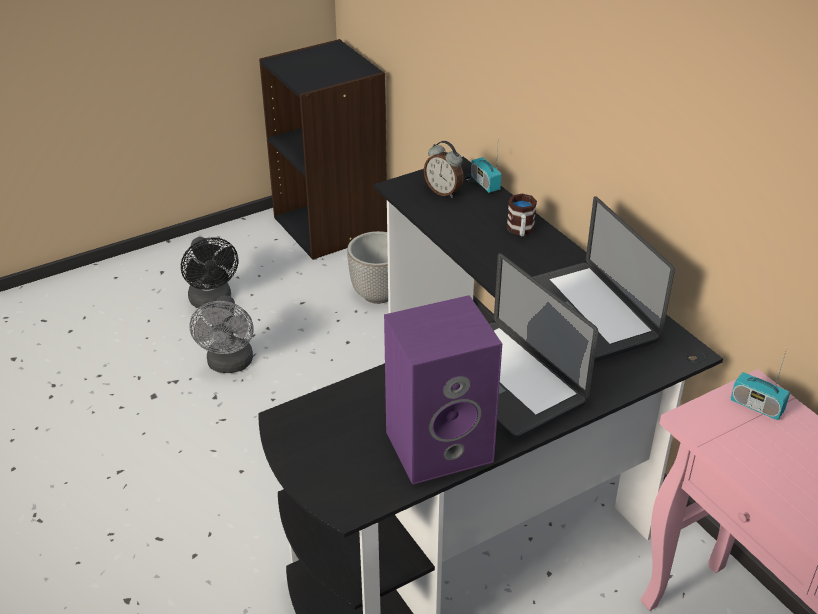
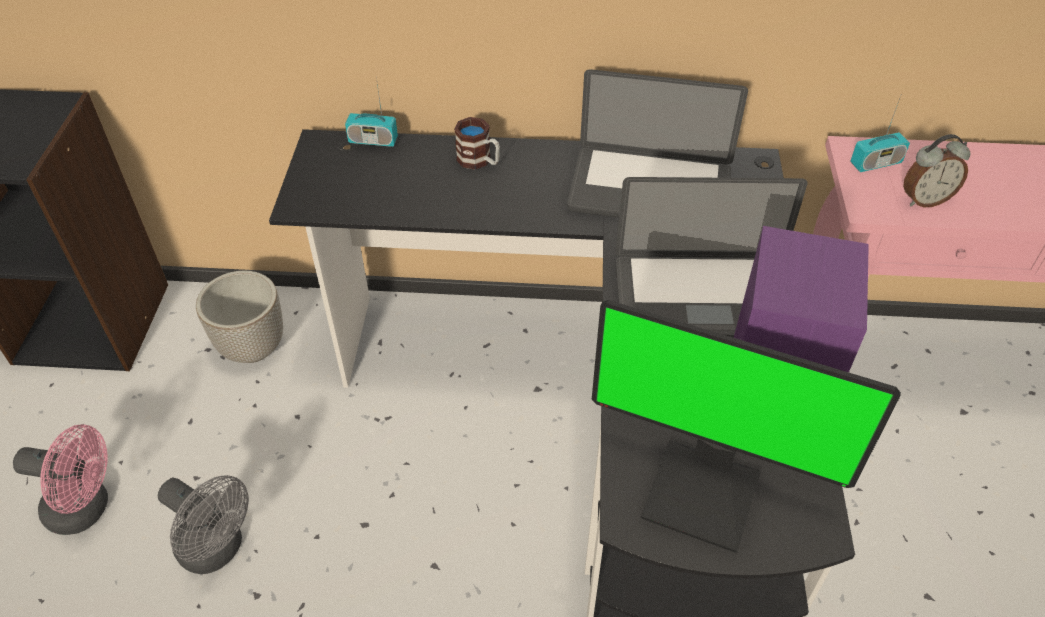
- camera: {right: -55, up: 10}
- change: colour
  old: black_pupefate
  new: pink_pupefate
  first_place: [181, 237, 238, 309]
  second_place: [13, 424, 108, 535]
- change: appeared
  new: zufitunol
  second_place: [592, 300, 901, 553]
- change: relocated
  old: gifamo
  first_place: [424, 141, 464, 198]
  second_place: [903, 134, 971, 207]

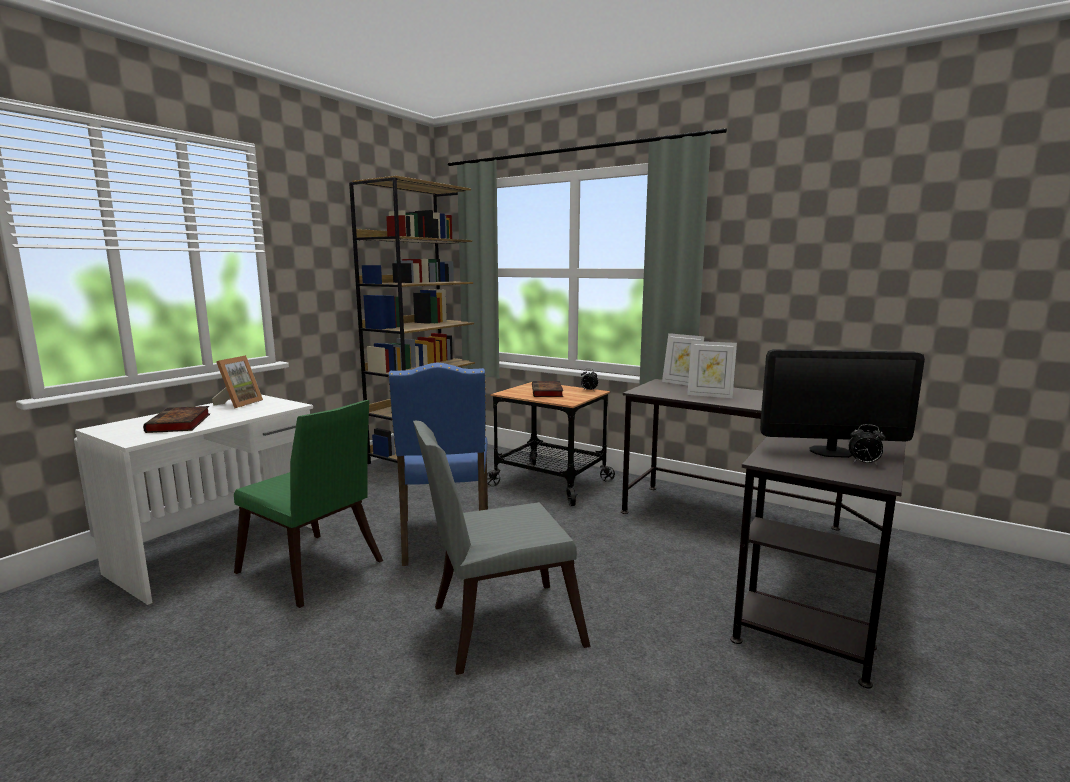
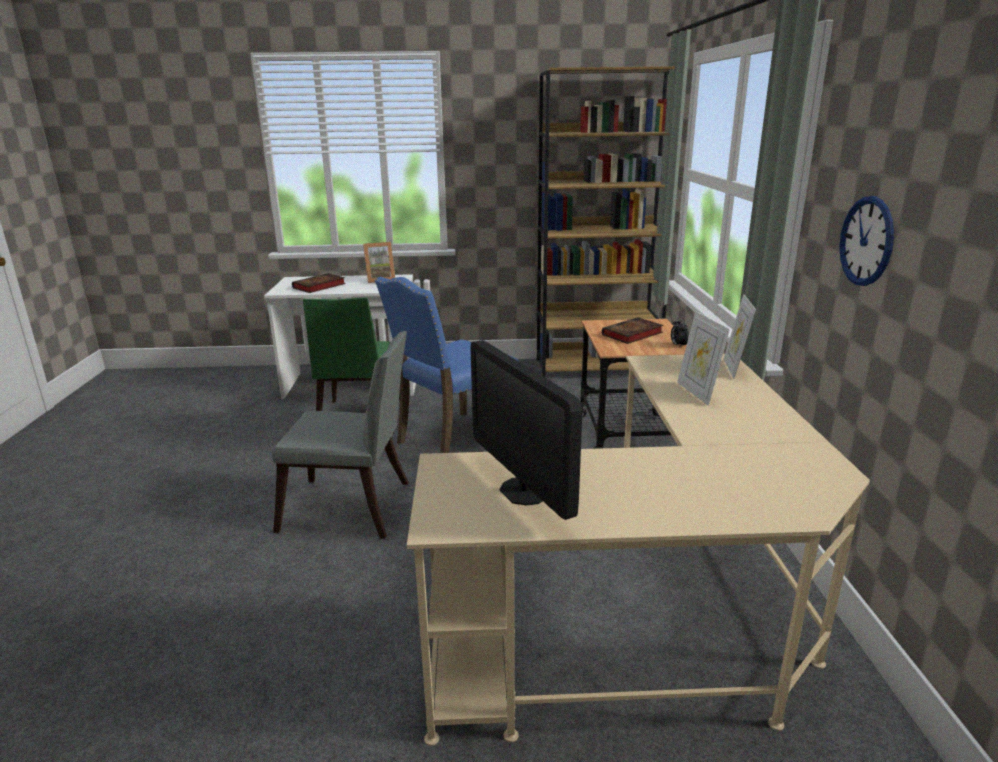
- camera: {right: 55, up: 10}
- change: spun
  old: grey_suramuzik
  first_place: [413, 420, 590, 675]
  second_place: [272, 331, 409, 539]
  degrees: 150
- change: colour
  old: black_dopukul
  new: beige_dopukul
  first_place: [621, 379, 906, 688]
  second_place: [407, 354, 870, 746]
- change: appeared
  new: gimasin
  second_place: [839, 196, 894, 286]
- change: missing
  old: gifamo
  first_place: [849, 424, 886, 465]

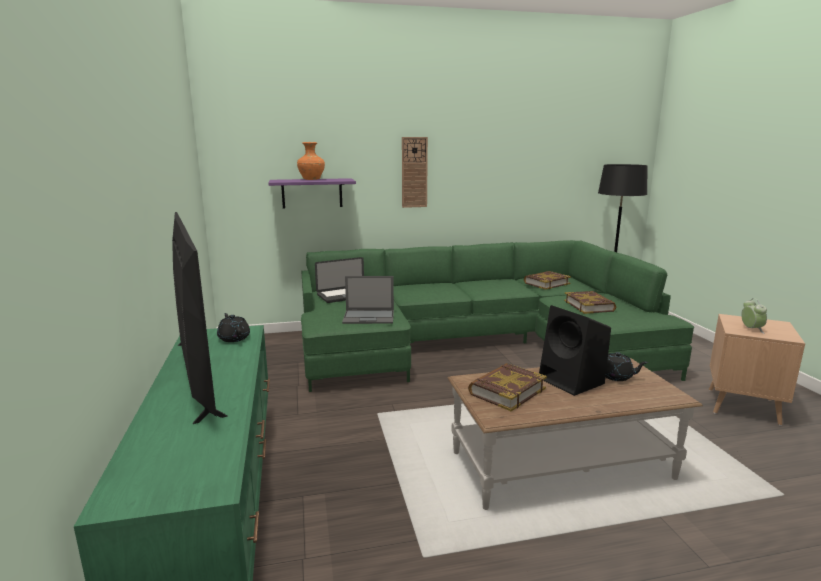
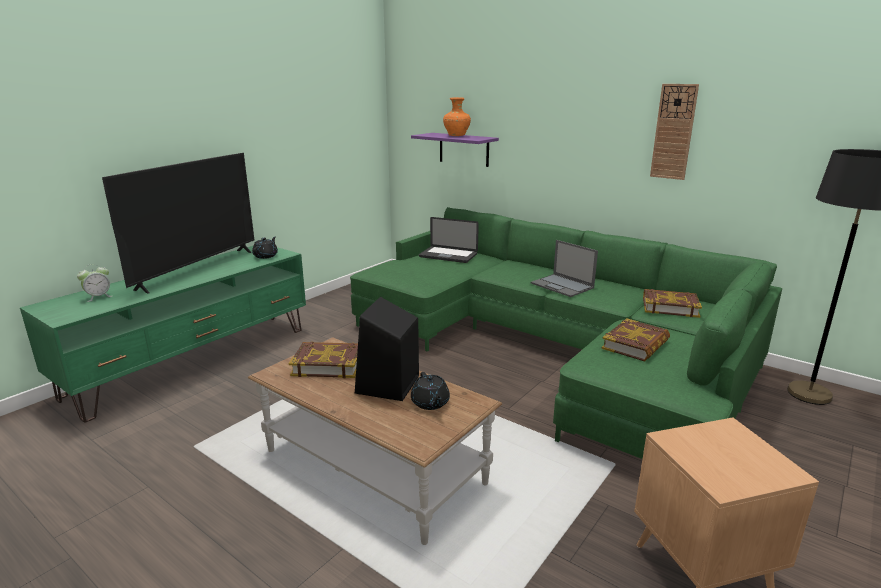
- camera: {right: 50, up: 5}
- change: relocated
  old: gifamo
  first_place: [741, 298, 767, 334]
  second_place: [77, 264, 112, 302]
- change: relocated
  old: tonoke
  first_place: [342, 276, 394, 324]
  second_place: [531, 240, 598, 297]
- change: relocated
  old: gimasin
  first_place: [402, 137, 428, 208]
  second_place: [650, 84, 699, 180]

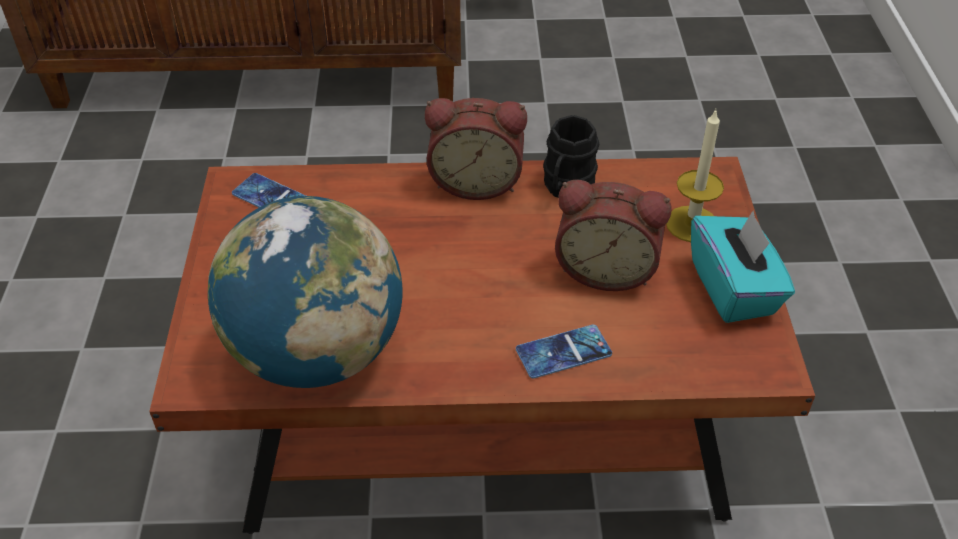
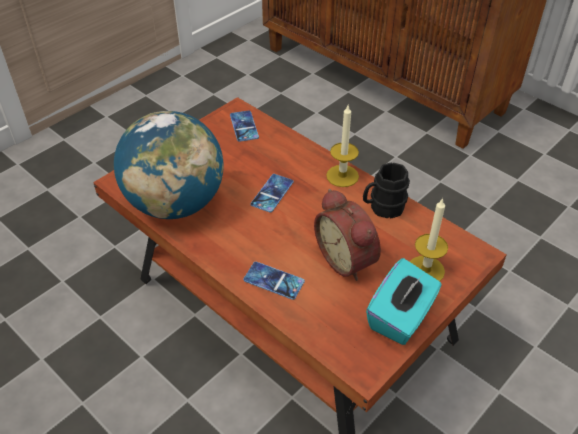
- camera: {right: 45, up: 0}
- change: appeared
  new: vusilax
  second_place: [250, 174, 293, 213]
- change: exchanged
  old: gifamo
  new: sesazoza
  first_place: [425, 98, 527, 200]
  second_place: [326, 105, 359, 187]

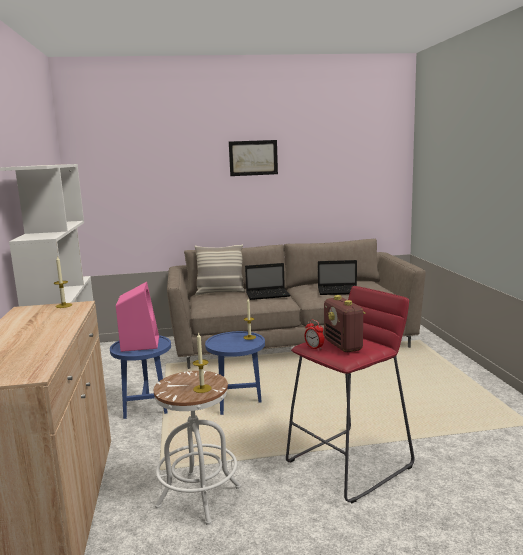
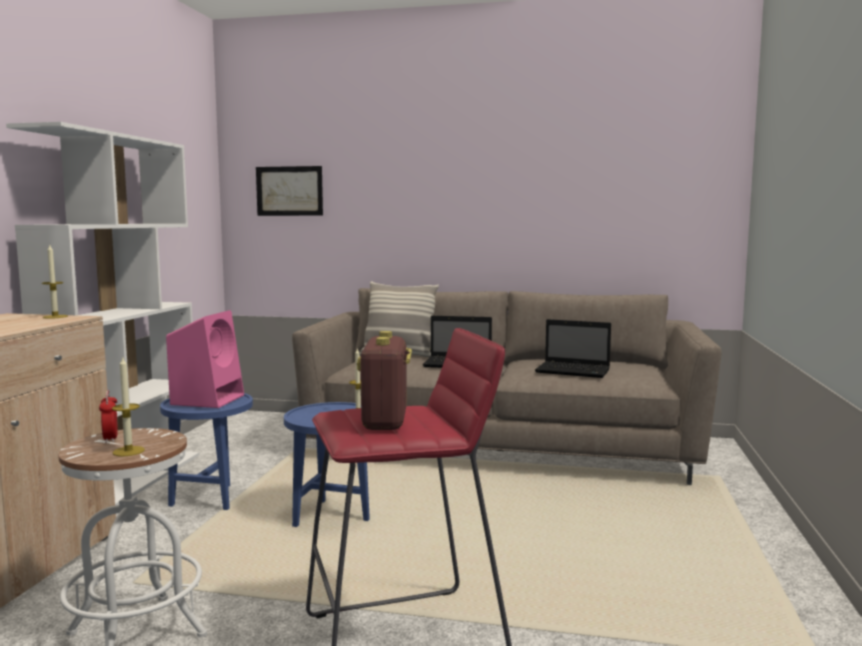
- camera: {right: 20, up: -5}
- change: relocated
  old: gifamo
  first_place: [304, 320, 324, 350]
  second_place: [99, 390, 118, 443]
- change: relocated
  old: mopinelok
  first_place: [229, 140, 278, 176]
  second_place: [256, 166, 323, 216]

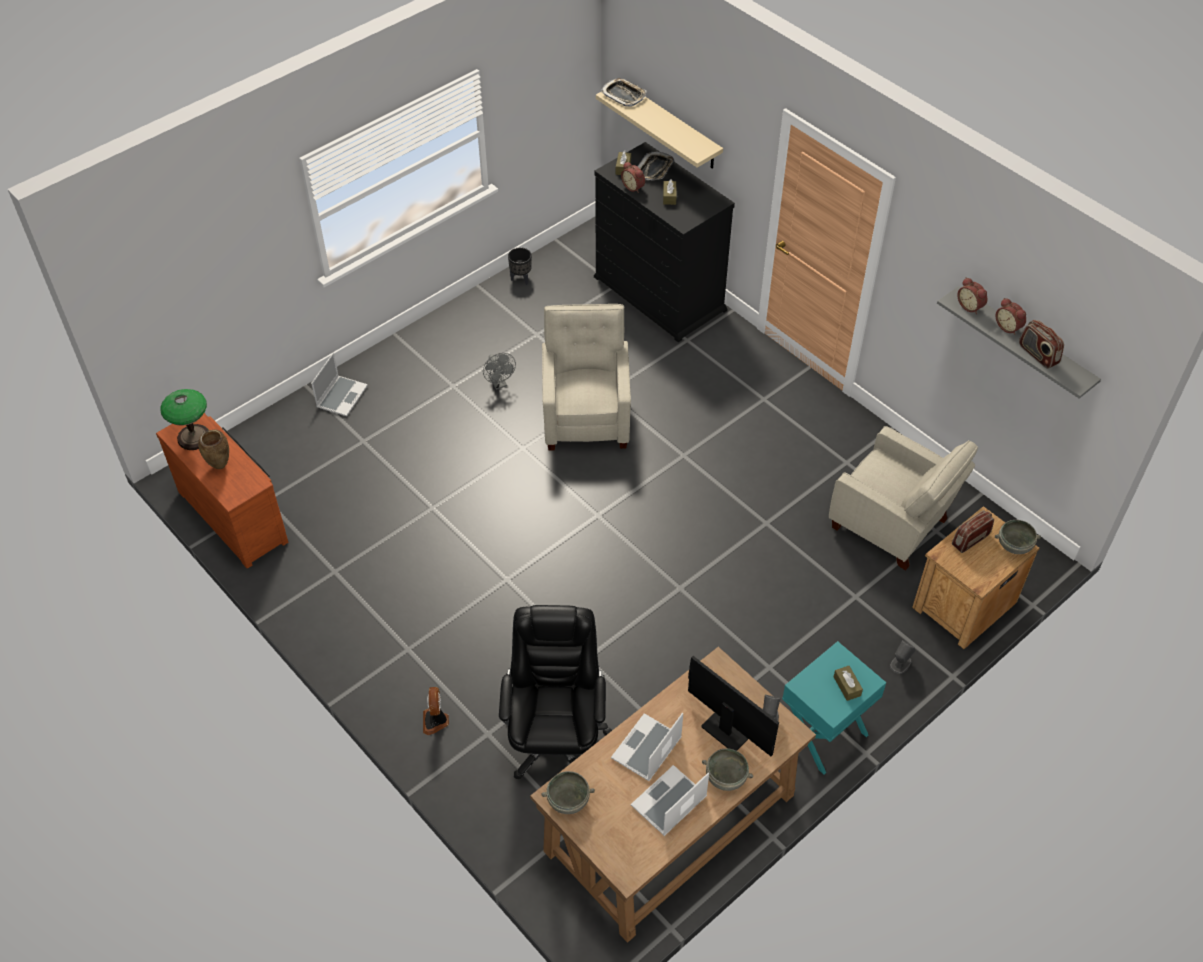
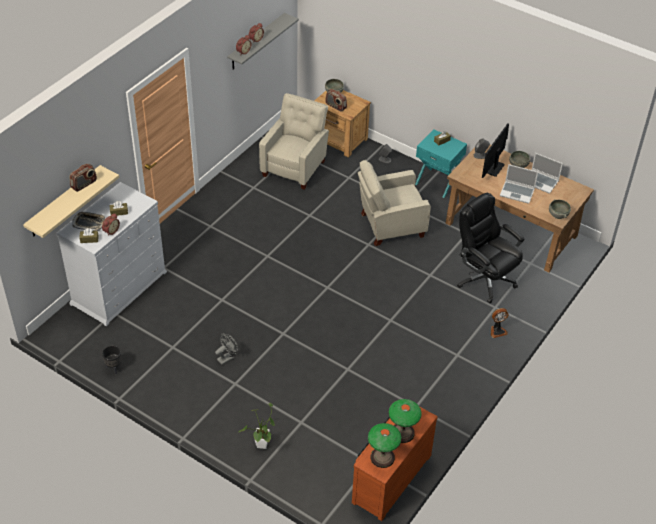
- camera: {right: -105, up: -5}
- change: colour
  old: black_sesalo
  new: white_sesalo
  first_place: [594, 142, 735, 343]
  second_place: [56, 182, 167, 326]
- change: relocated
  old: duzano
  first_place: [1019, 320, 1064, 369]
  second_place: [70, 164, 97, 192]
- change: exchanged
  old: tonoke
  new: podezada
  first_place: [311, 353, 368, 416]
  second_place: [238, 403, 275, 449]
- change: relocated
  old: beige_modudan
  first_place: [542, 304, 631, 450]
  second_place: [358, 160, 431, 246]
- change: exchanged
  old: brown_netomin
  new: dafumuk
  first_place: [198, 429, 229, 469]
  second_place: [388, 399, 422, 443]
- change: spun
  old: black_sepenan
  first_place: [499, 605, 612, 779]
  second_place: [457, 193, 524, 303]
  degrees: 60
- change: missing
  old: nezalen
  first_place: [601, 78, 647, 107]

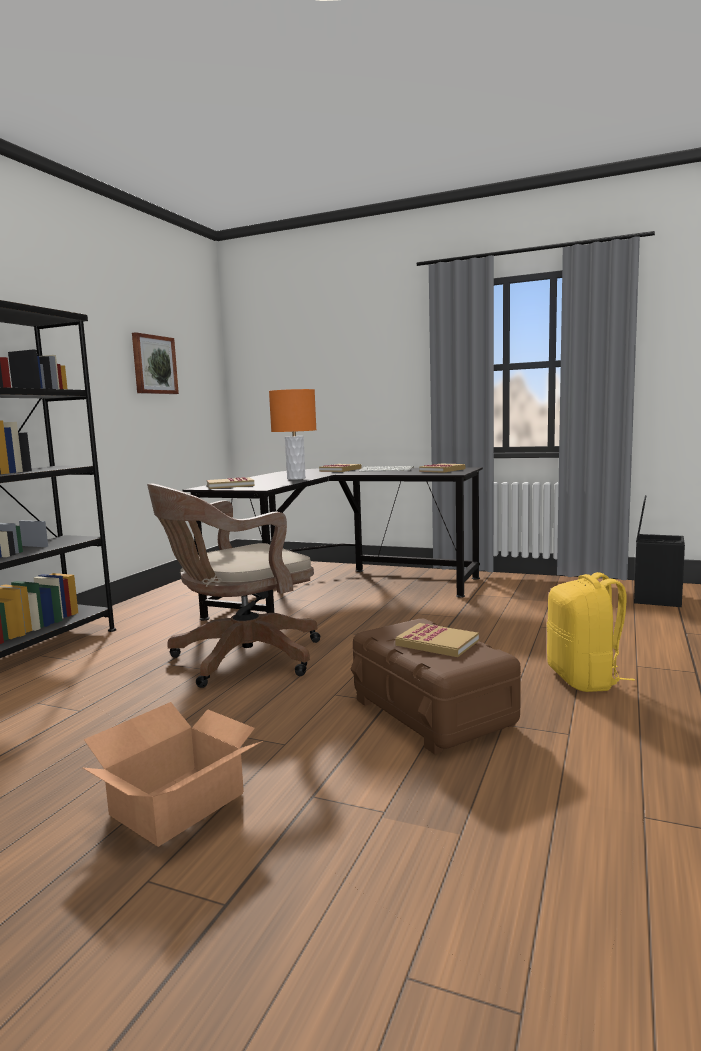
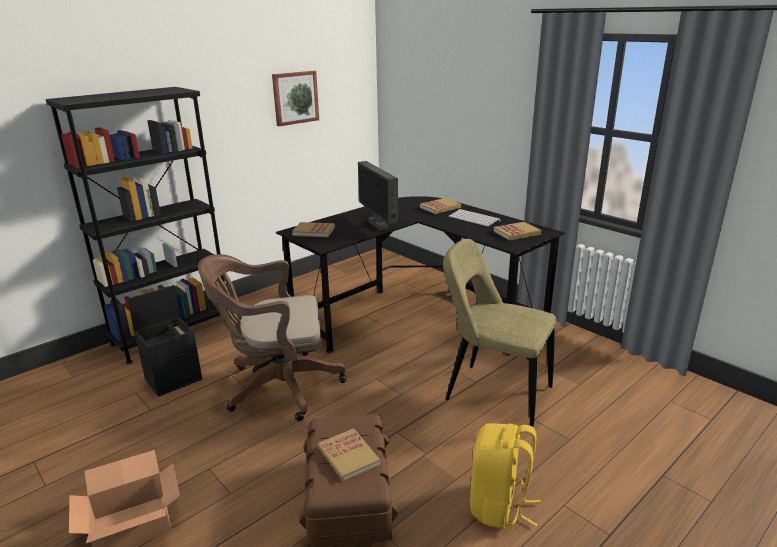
- camera: {right: 25, up: 15}
- change: relocated
  old: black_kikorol
  first_place: [634, 495, 685, 607]
  second_place: [128, 285, 202, 397]
- change: exchanged
  old: orange_dafumuk
  new: zufitunol
  first_place: [269, 389, 316, 480]
  second_place: [358, 161, 398, 230]
- change: appeared
  new: beige_suramuzik
  second_place: [443, 239, 556, 427]

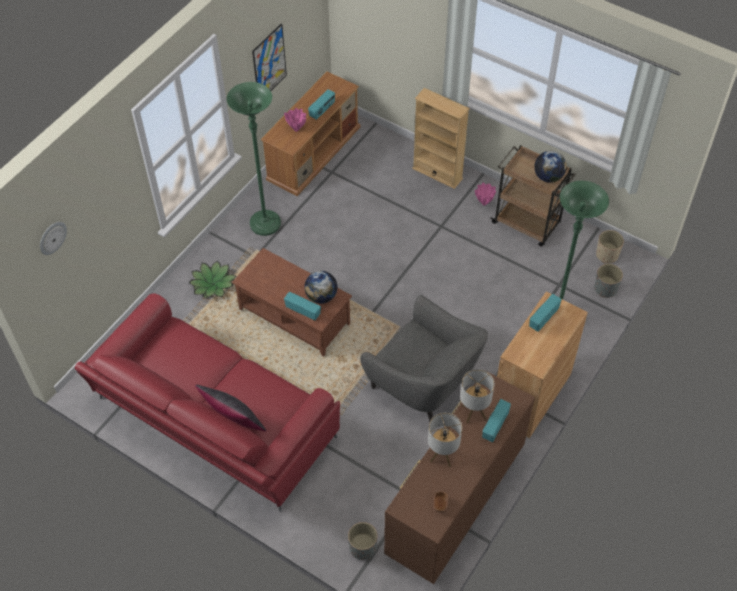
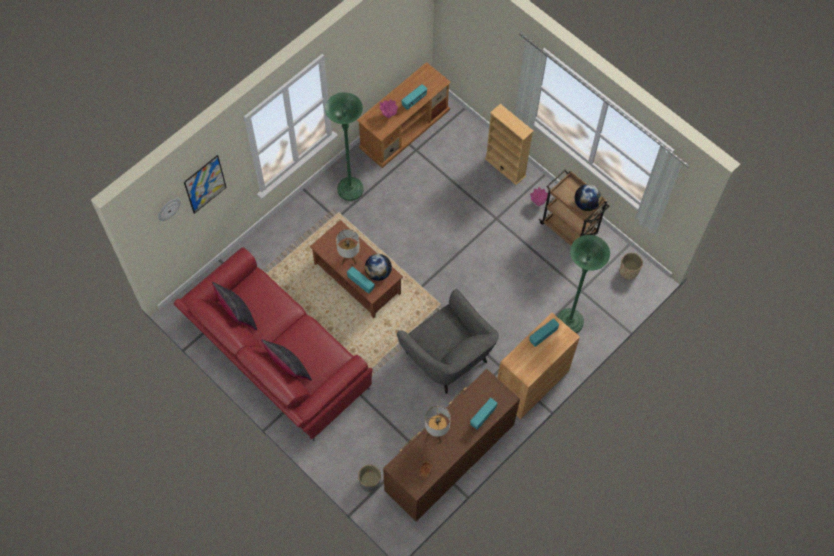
- camera: {right: 10, up: 10}
- change: relocated
  old: mopinelok
  first_place: [252, 23, 287, 91]
  second_place: [184, 155, 227, 214]
- change: appeared
  new: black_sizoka
  second_place: [212, 282, 257, 330]
- change: relocated
  old: dafumuk
  first_place: [460, 369, 494, 423]
  second_place: [336, 229, 360, 265]
- change: missing
  old: podezada
  first_place: [189, 261, 237, 298]
- change: missing
  old: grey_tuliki
  first_place: [595, 264, 623, 298]

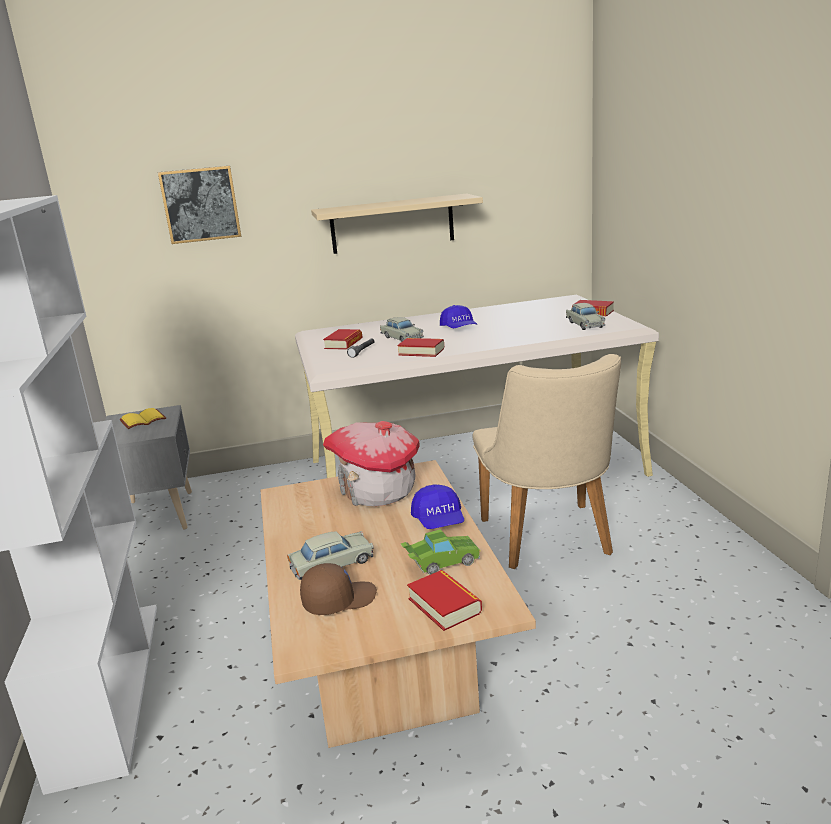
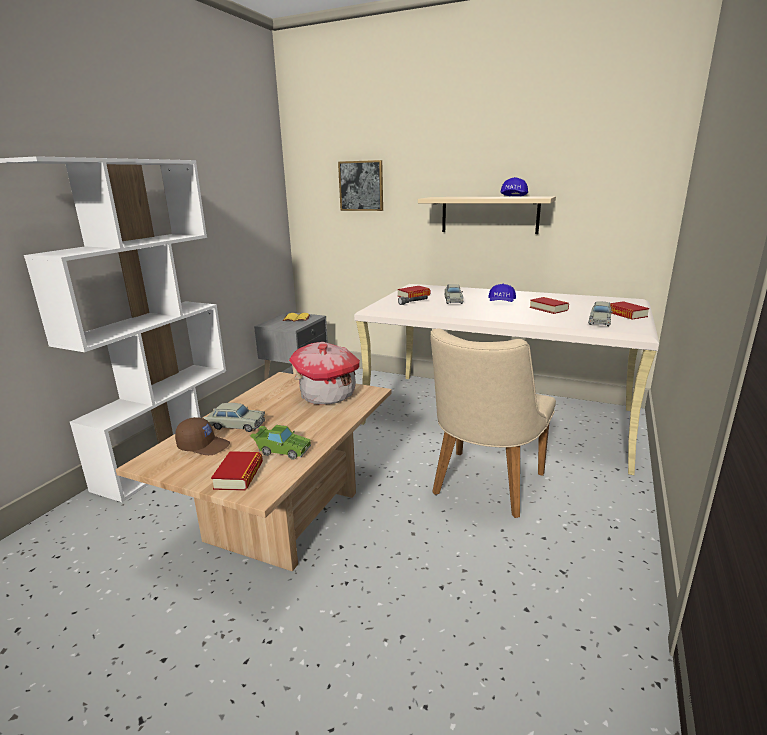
- camera: {right: 35, up: 0}
- change: relocated
  old: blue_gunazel
  first_place: [411, 484, 464, 529]
  second_place: [501, 177, 528, 197]
- change: relocated
  old: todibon
  first_place: [398, 338, 444, 357]
  second_place: [530, 297, 569, 314]

